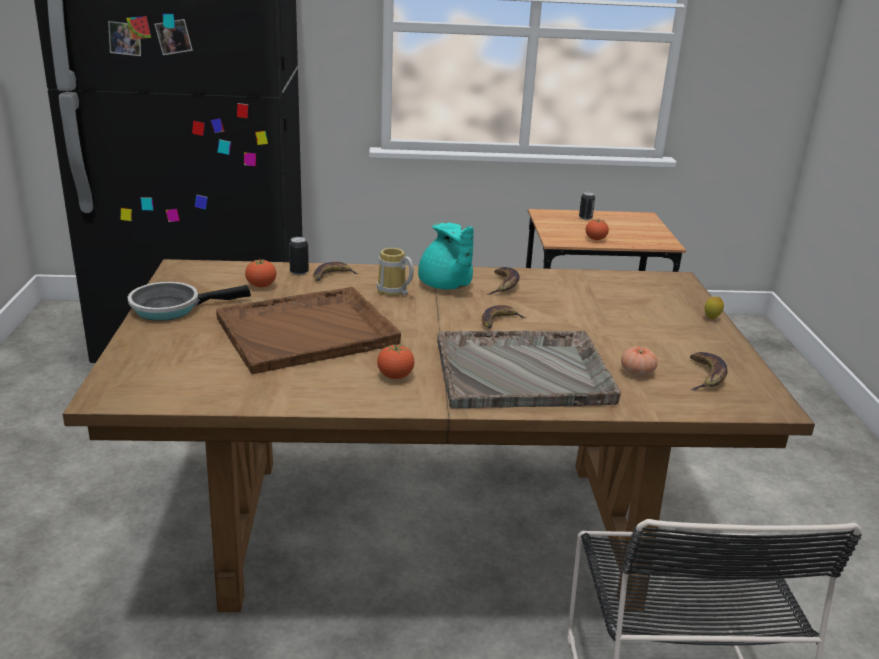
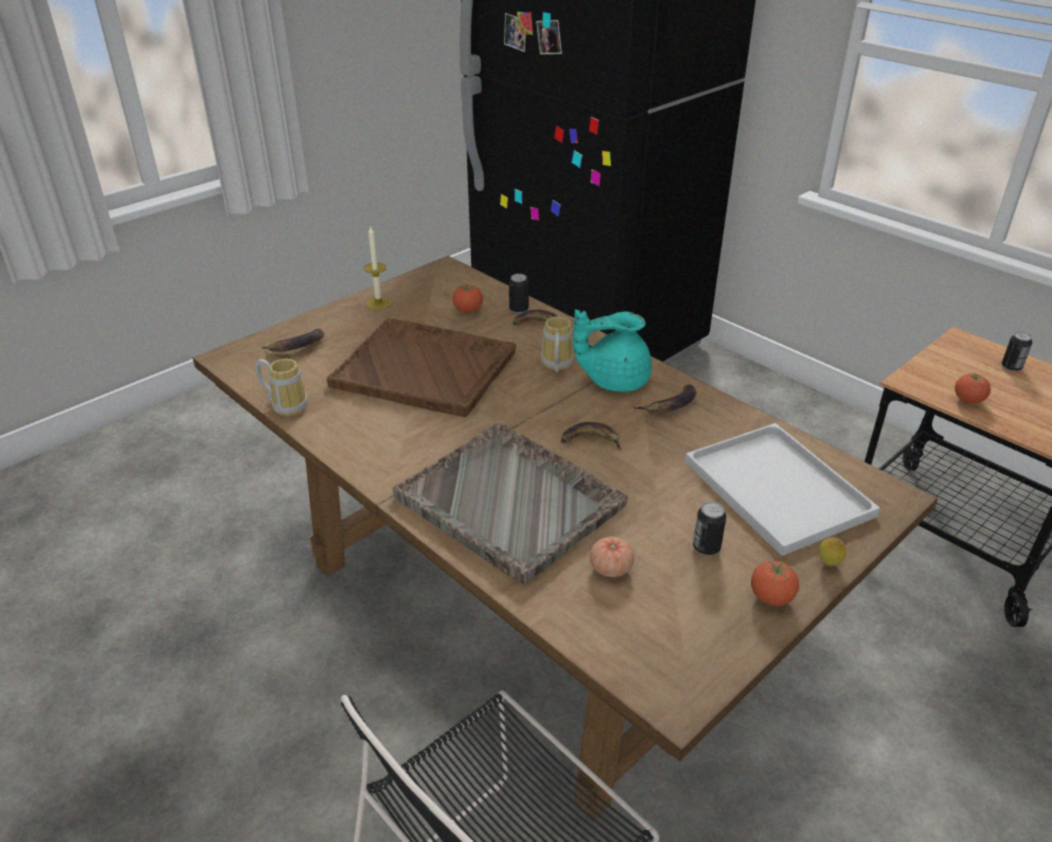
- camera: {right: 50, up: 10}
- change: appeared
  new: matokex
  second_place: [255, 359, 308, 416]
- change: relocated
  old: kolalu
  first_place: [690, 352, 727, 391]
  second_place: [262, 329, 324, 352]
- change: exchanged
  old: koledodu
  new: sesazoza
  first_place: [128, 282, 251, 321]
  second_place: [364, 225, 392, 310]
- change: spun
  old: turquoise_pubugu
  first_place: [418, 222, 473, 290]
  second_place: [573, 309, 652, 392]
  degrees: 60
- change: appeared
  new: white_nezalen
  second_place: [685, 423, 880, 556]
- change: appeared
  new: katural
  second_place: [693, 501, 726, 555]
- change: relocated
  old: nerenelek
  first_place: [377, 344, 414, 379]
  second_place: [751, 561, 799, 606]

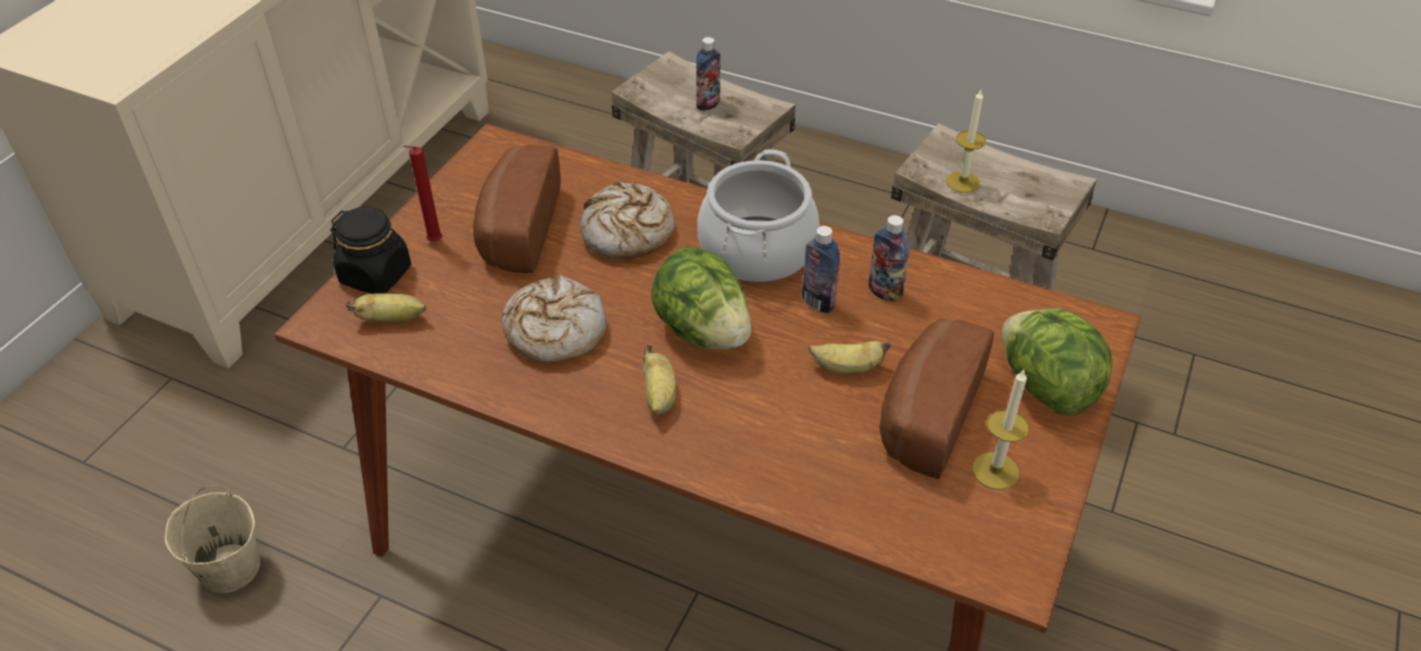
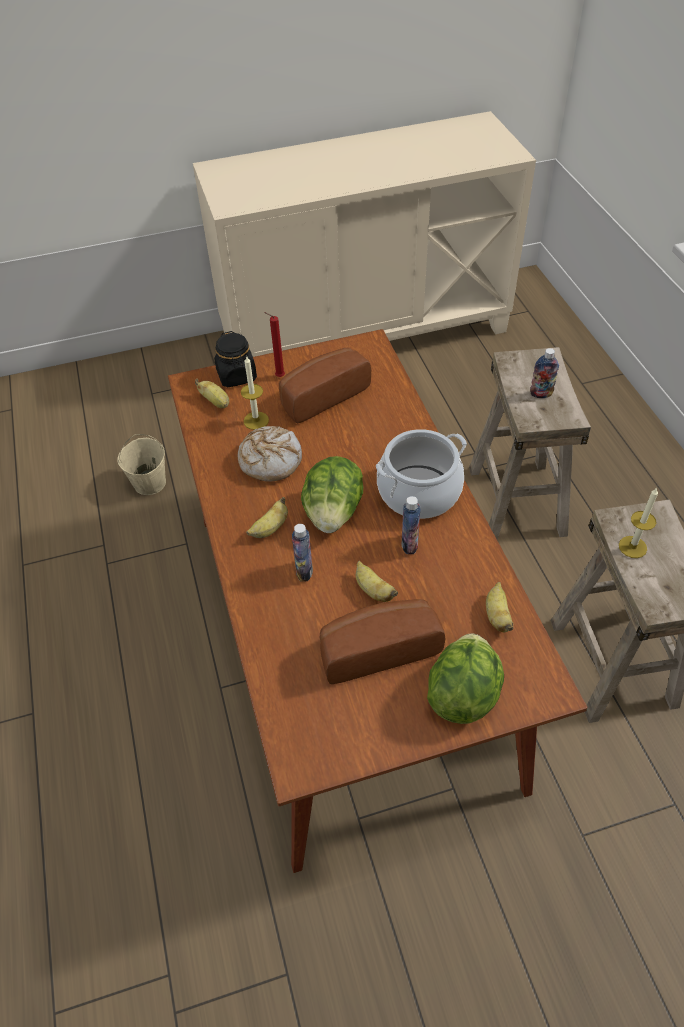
- camera: {right: 50, up: 5}
- change: relocated
  old: sesazoza
  first_place: [972, 369, 1029, 490]
  second_place: [241, 355, 269, 430]
- change: relocated
  old: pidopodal
  first_place: [869, 215, 910, 302]
  second_place: [292, 524, 313, 581]
- change: appeared
  new: kolalu
  second_place: [486, 582, 513, 632]
- change: missing
  old: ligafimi
  first_place: [581, 181, 675, 260]

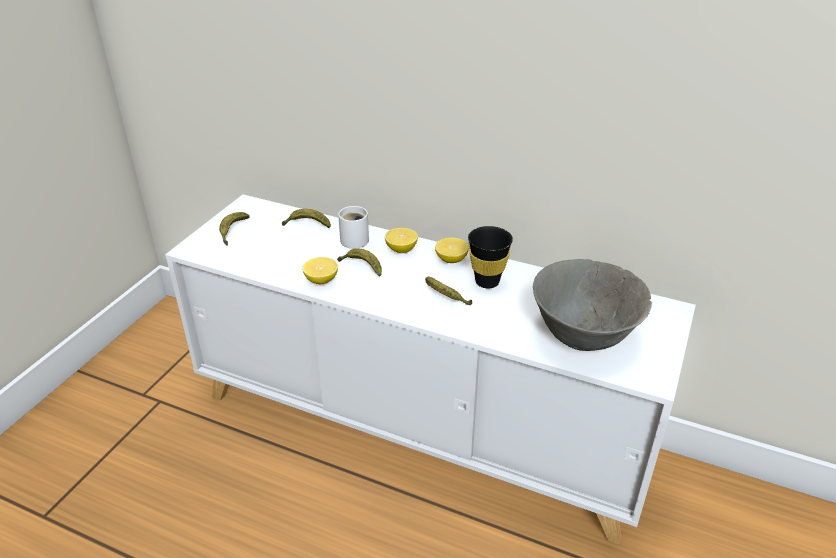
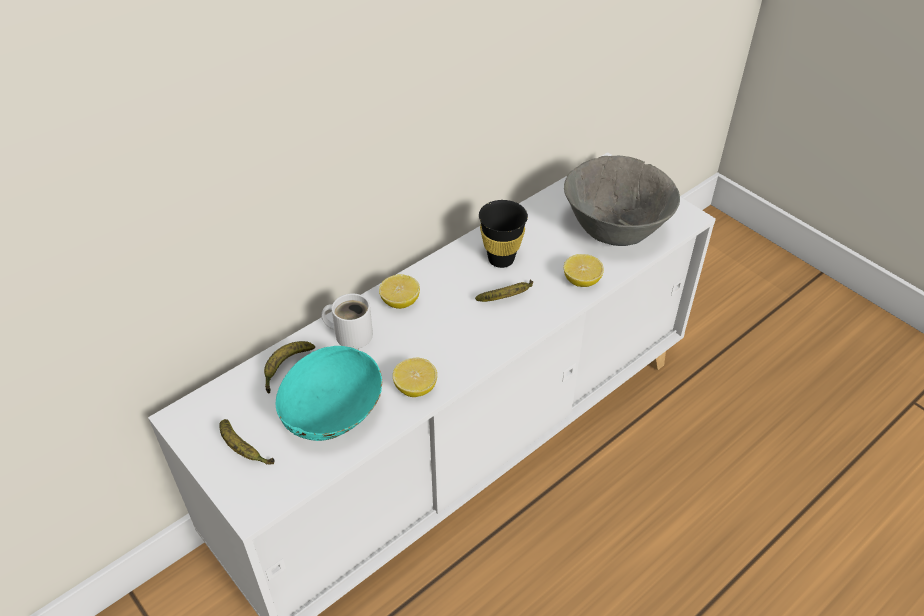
- camera: {right: -65, up: 10}
- change: appeared
  new: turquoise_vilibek
  second_place: [276, 346, 382, 441]
- change: relocated
  old: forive
  first_place: [435, 237, 469, 263]
  second_place: [564, 254, 604, 287]
- change: missing
  old: kolalu
  first_place: [337, 249, 382, 277]

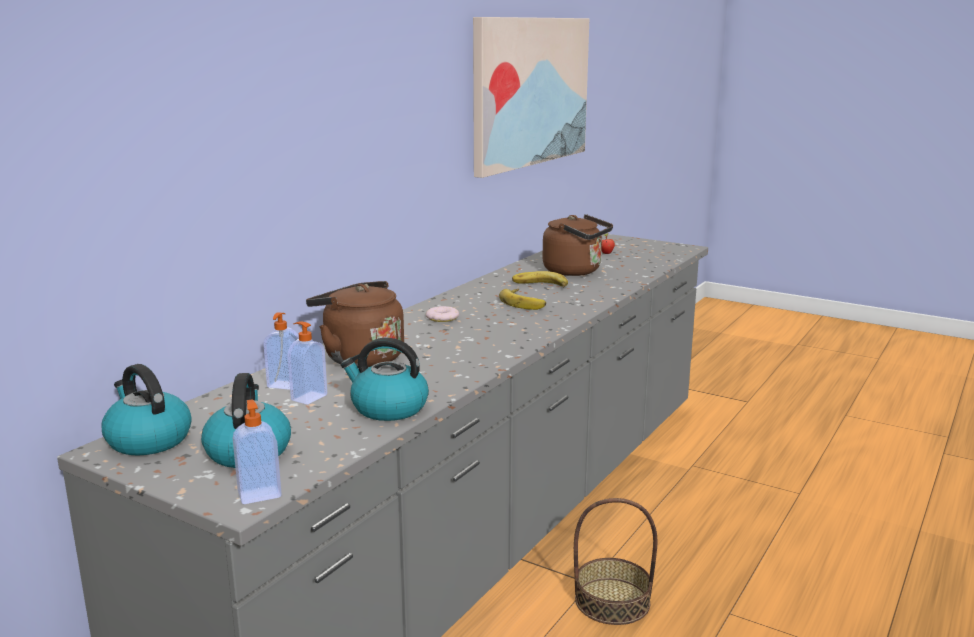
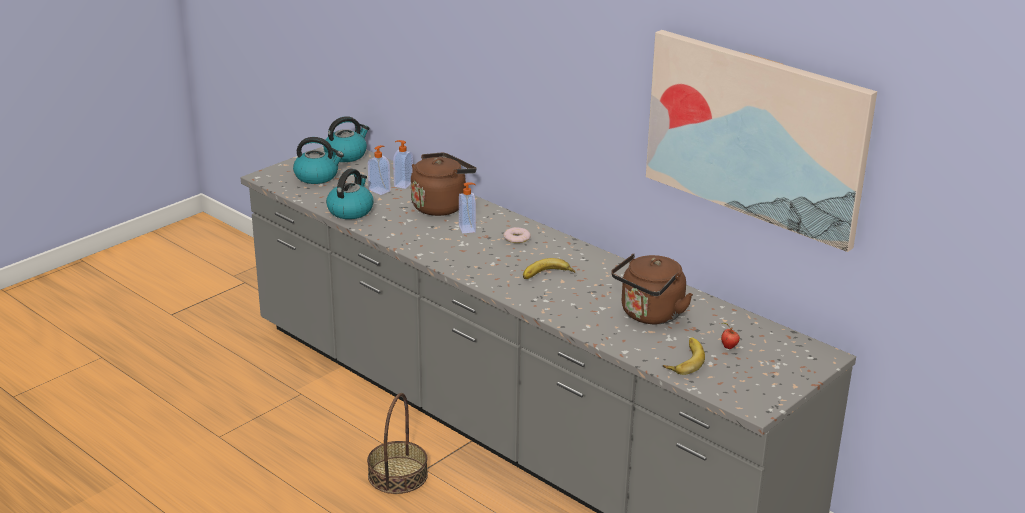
- camera: {right: 100, up: 10}
- change: relocated
  old: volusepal
  first_place: [233, 399, 282, 504]
  second_place: [459, 182, 476, 233]
- change: relocated
  old: kolalu
  first_place: [512, 271, 568, 287]
  second_place: [663, 337, 705, 375]

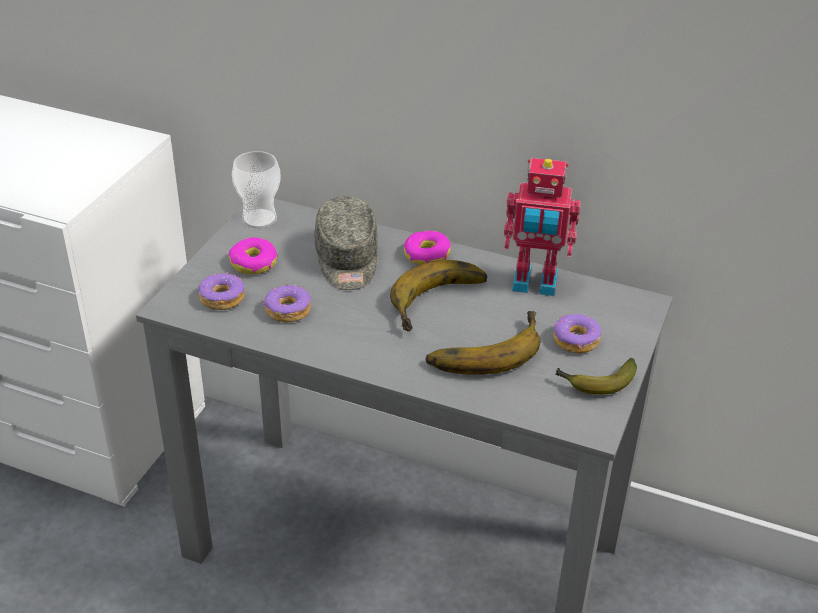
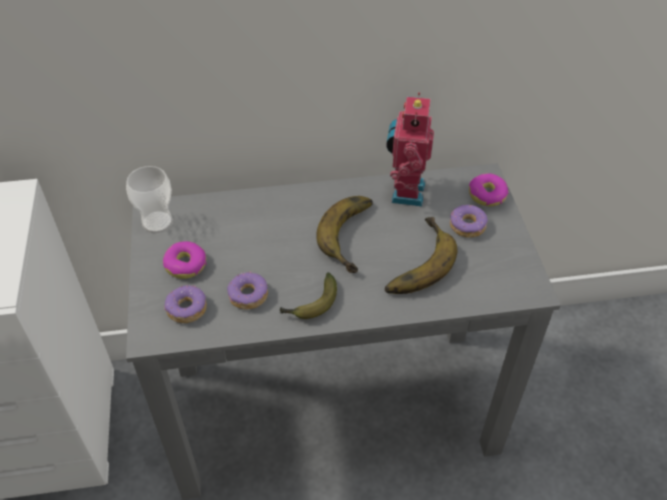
- camera: {right: -30, up: 10}
- change: relocated
  old: kolalu
  first_place: [555, 358, 637, 395]
  second_place: [280, 272, 337, 319]
- change: spun
  old: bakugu
  first_place: [504, 158, 581, 296]
  second_place: [386, 92, 434, 206]
  degrees: 120
- change: relocated
  old: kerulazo
  first_place: [404, 231, 451, 265]
  second_place: [469, 173, 508, 206]
- change: missing
  old: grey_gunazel
  first_place: [314, 196, 378, 290]

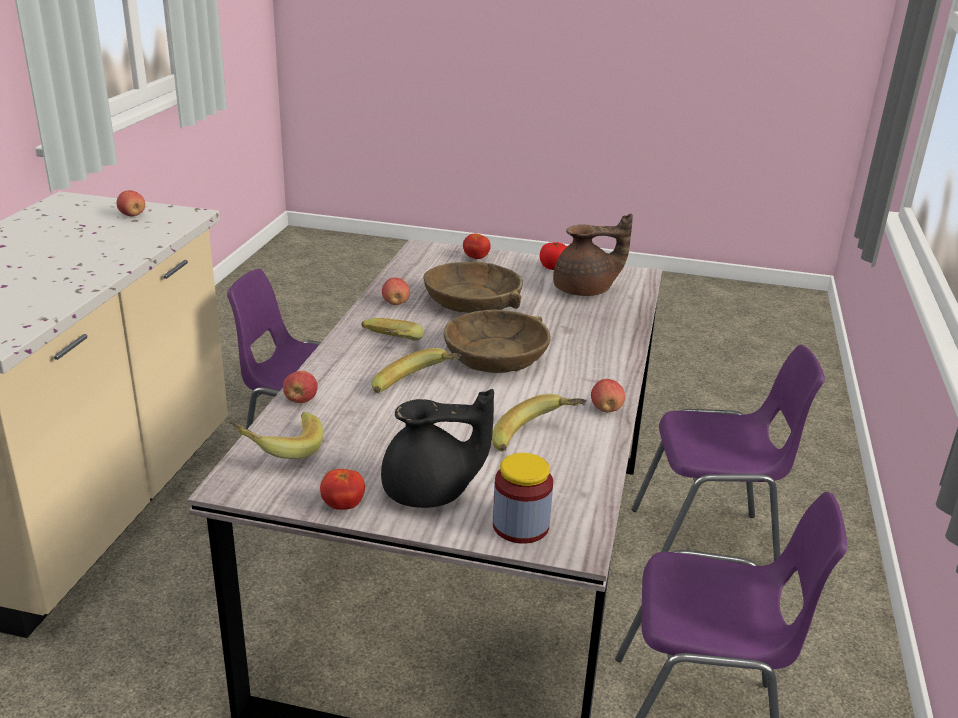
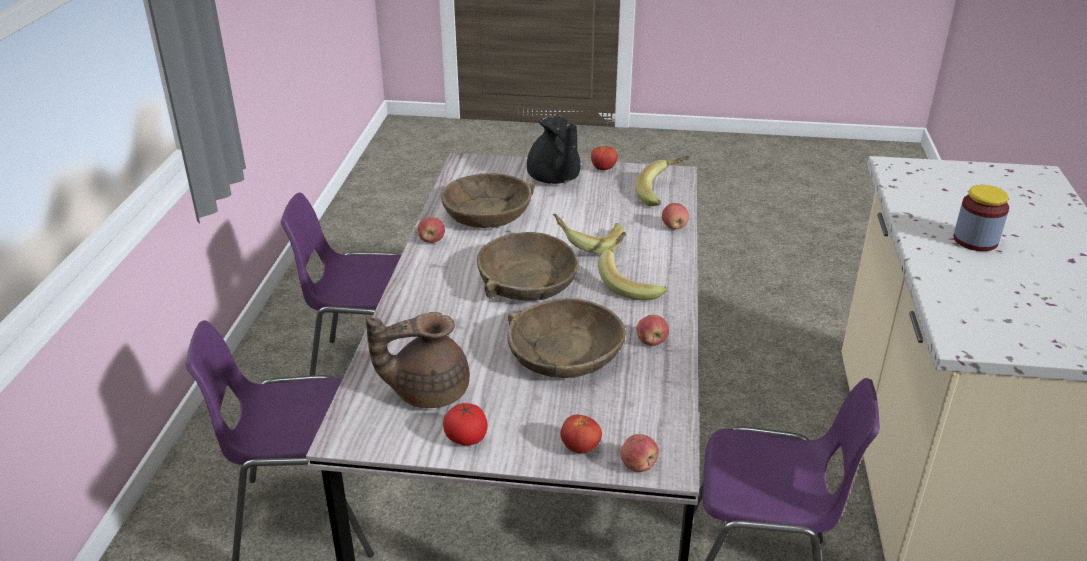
- camera: {right: 175, up: 5}
- change: exchanged
  old: kolalu
  new: brown_vilibek
  first_place: [492, 394, 587, 451]
  second_place: [441, 173, 534, 228]
- change: spun
  old: black_pubugu
  first_place: [381, 389, 494, 508]
  second_place: [527, 116, 581, 184]
  degrees: -105
- change: relocated
  old: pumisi
  first_place: [117, 190, 145, 216]
  second_place: [620, 434, 659, 472]
- change: relocated
  old: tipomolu
  first_place: [493, 453, 553, 544]
  second_place: [953, 185, 1009, 251]

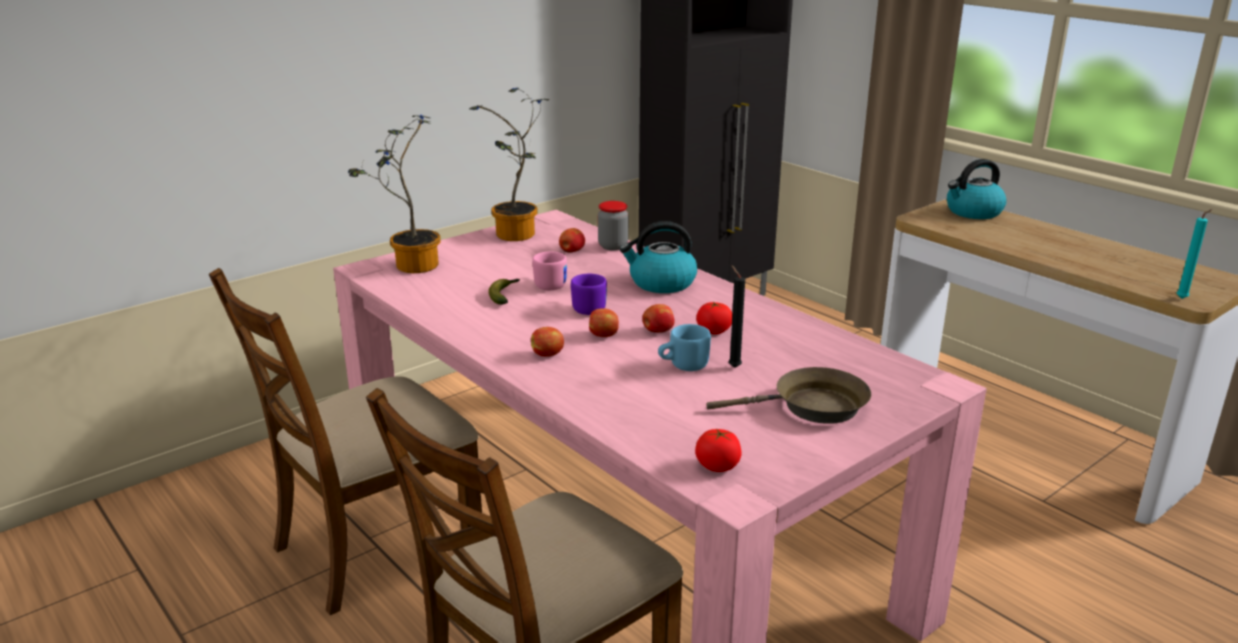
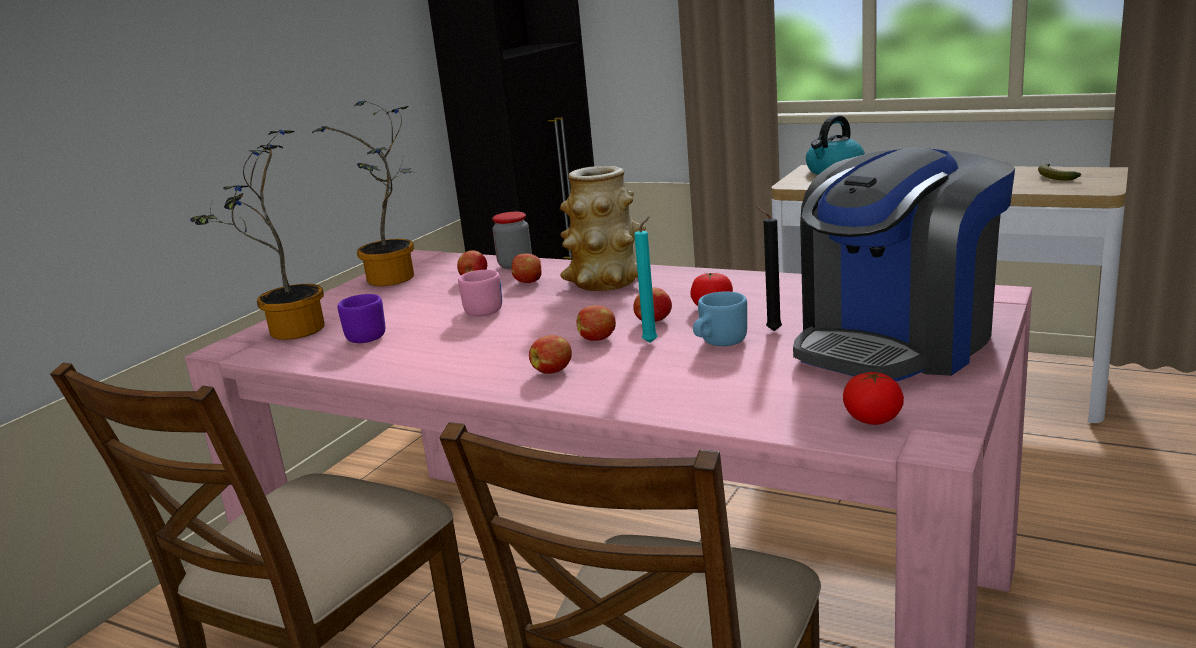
- camera: {right: -20, up: -5}
- change: relocated
  old: purple_matokex
  first_place: [571, 274, 607, 315]
  second_place: [337, 294, 385, 343]
- change: appeared
  new: pumisi
  second_place: [512, 253, 541, 283]
- change: exchanged
  old: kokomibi
  new: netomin
  first_place: [620, 221, 697, 293]
  second_place: [560, 166, 646, 291]
- change: relocated
  old: turquoise_sesazoza
  first_place: [1176, 209, 1212, 299]
  second_place: [634, 216, 658, 343]
- change: exchanged
  old: brown_koledodu
  new: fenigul
  first_place: [706, 367, 871, 424]
  second_place: [793, 148, 1015, 381]
- change: relocated
  old: kolalu
  first_place: [488, 279, 520, 305]
  second_place: [1038, 164, 1081, 180]

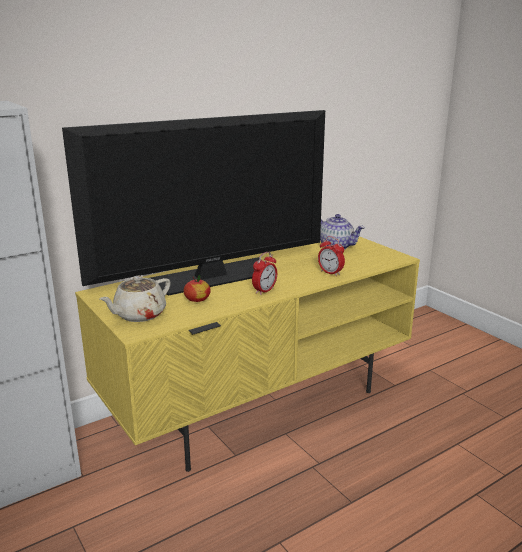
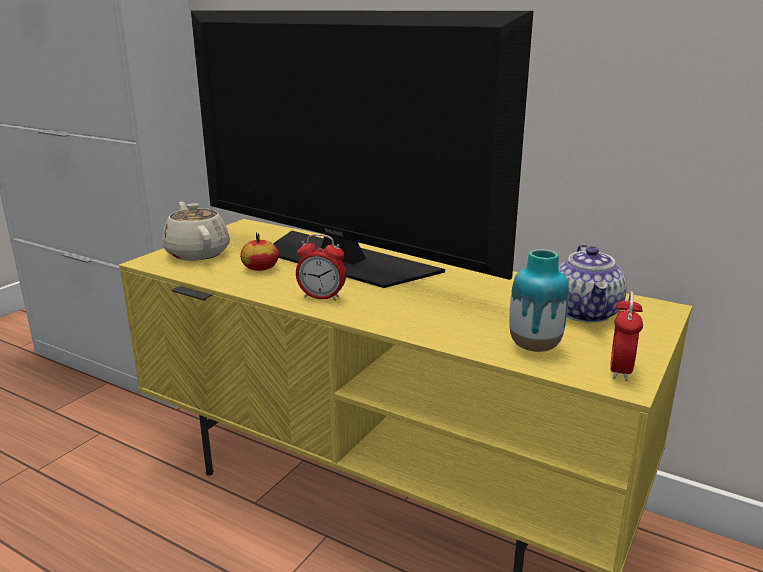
- camera: {right: 65, up: 0}
- change: spun
  old: beige_pubugu
  first_place: [99, 276, 171, 322]
  second_place: [163, 202, 230, 261]
  degrees: 45
- change: appeared
  new: netomin
  second_place: [509, 249, 569, 352]
- change: relocated
  old: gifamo
  first_place: [318, 236, 345, 276]
  second_place: [610, 291, 643, 381]

